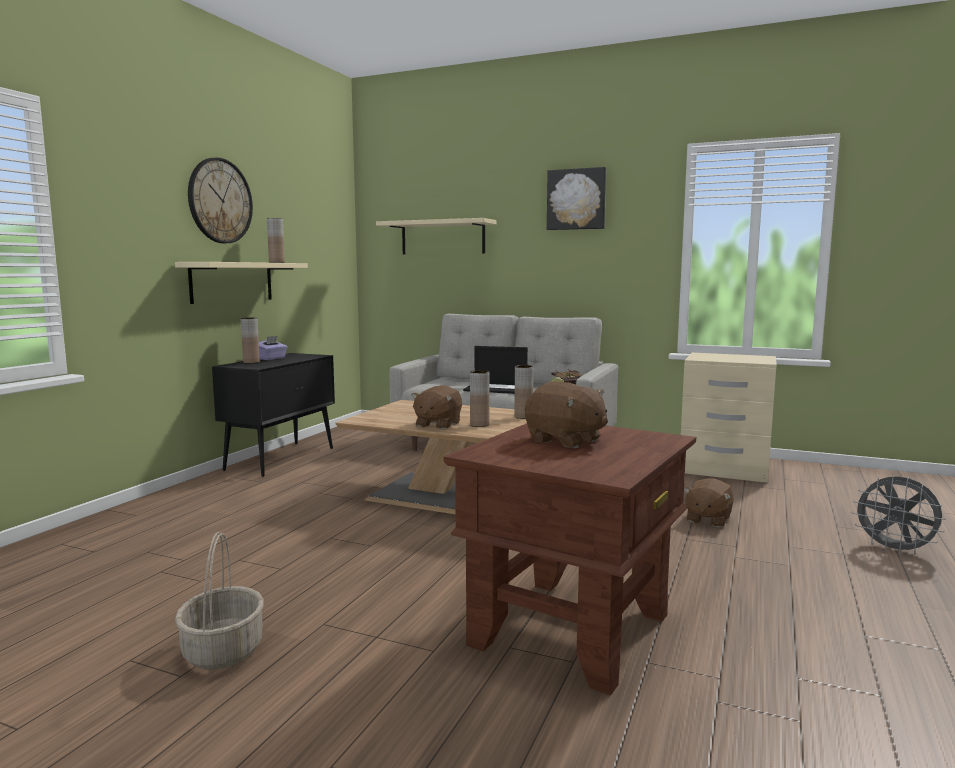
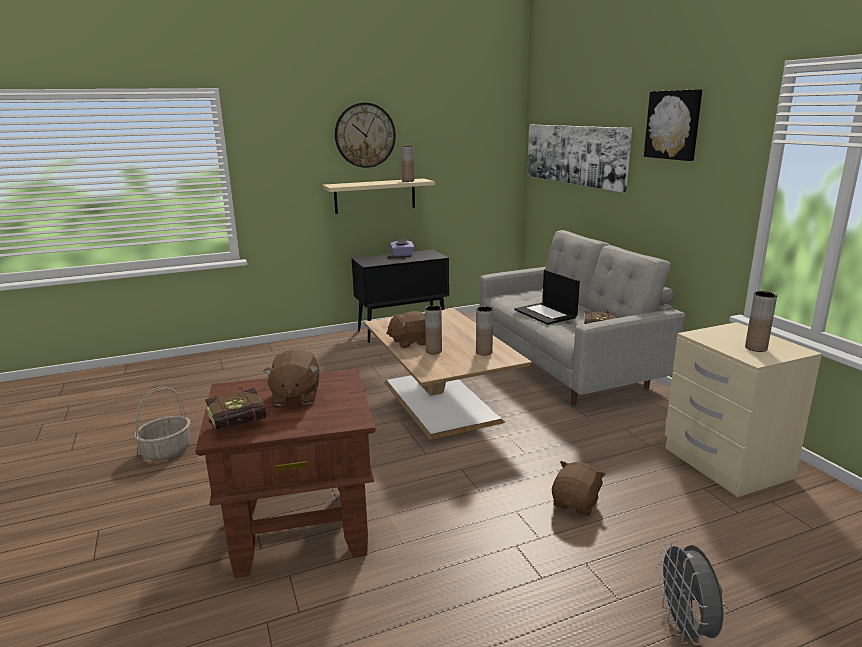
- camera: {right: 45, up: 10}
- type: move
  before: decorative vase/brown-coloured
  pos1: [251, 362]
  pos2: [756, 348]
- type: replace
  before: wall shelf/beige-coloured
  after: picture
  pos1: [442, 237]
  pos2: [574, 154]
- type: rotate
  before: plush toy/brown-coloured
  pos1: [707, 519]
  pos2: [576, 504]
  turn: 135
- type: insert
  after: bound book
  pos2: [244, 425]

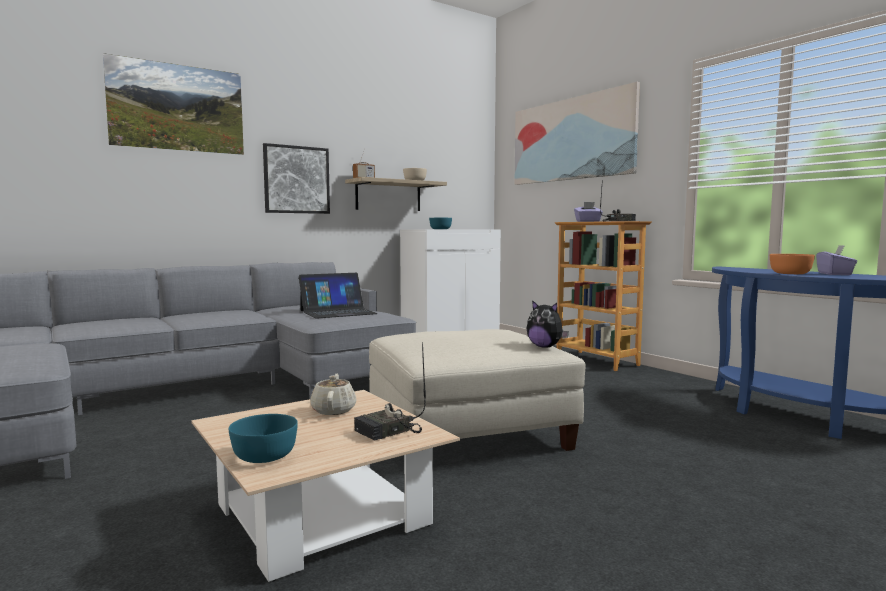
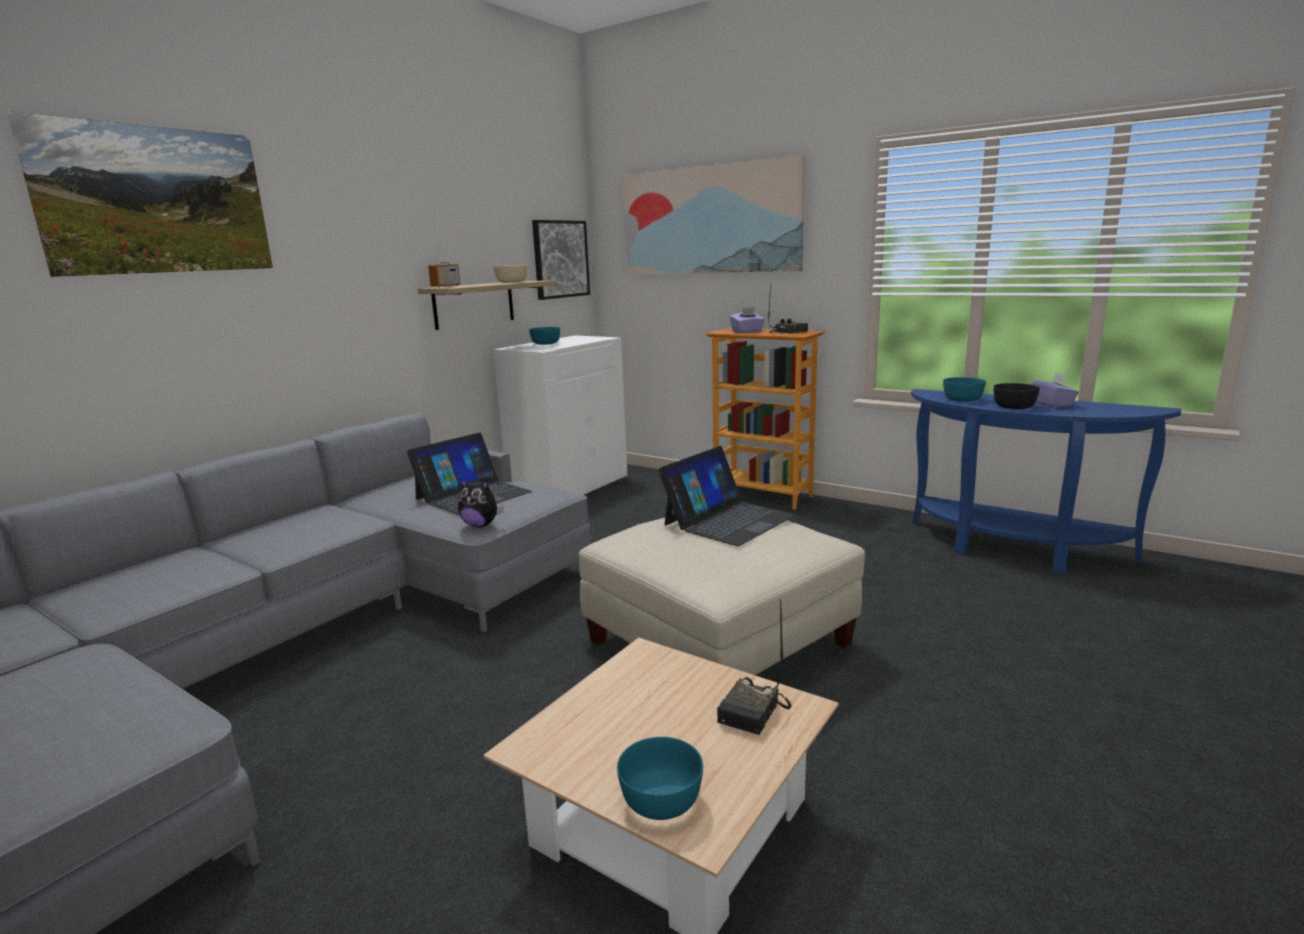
- camera: {right: -20, up: 10}
- type: move
  before: picture
  pos1: [296, 180]
  pos2: [560, 259]
- type: delete
  before: teapot/beige-coloured
  pos1: [334, 410]
- type: move
  before: plush toy
  pos1: [545, 347]
  pos2: [481, 525]
- type: recolor
  before: deep dish/orange
  after: deep dish/blackish
  pos1: [790, 273]
  pos2: [1013, 406]
- type: insert
  after: portable computer
  pos2: [728, 520]
- type: insert
  after: deep dish/turquoise-coloured
  pos2: [963, 399]

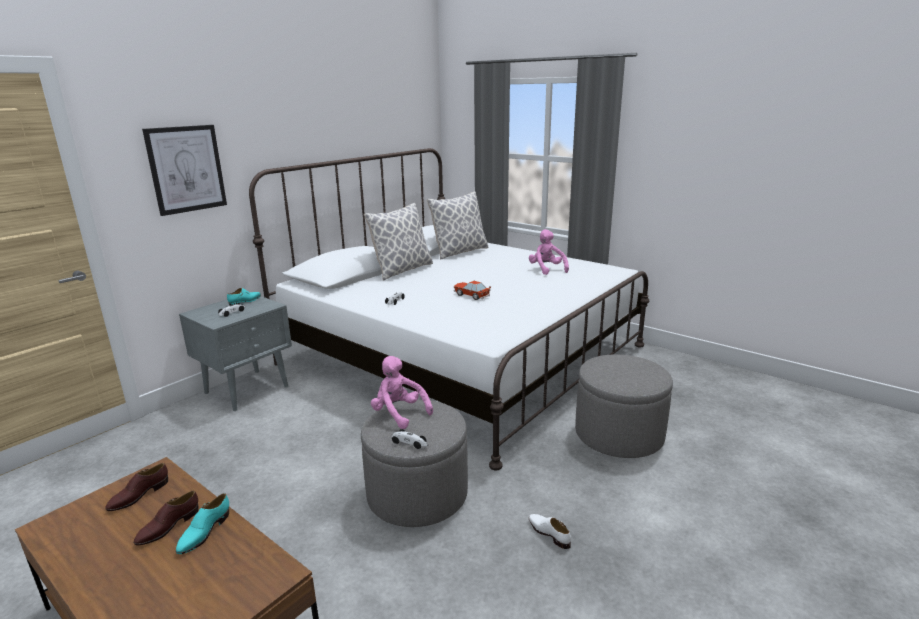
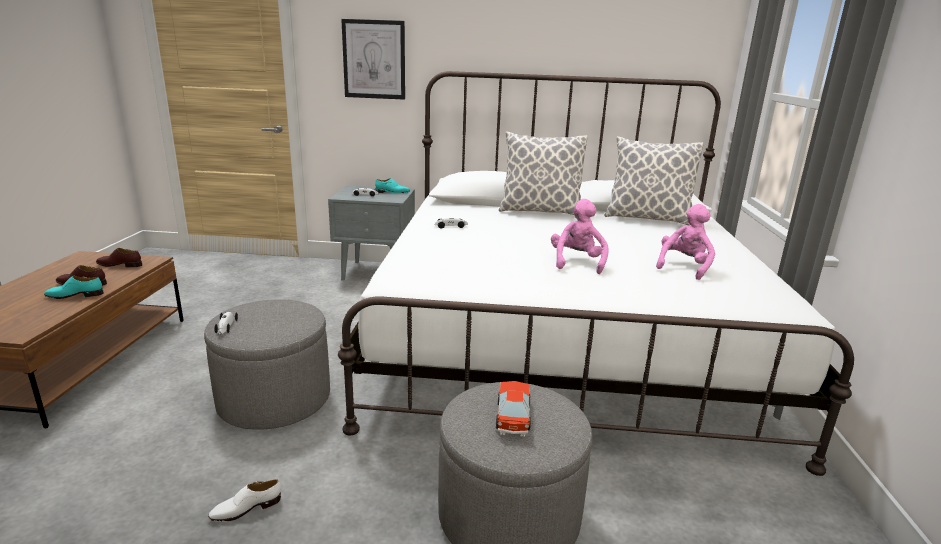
- camera: {right: 55, up: 0}
- type: move
  before: plush toy/pink-coloured
  pos1: [399, 413]
  pos2: [577, 262]
- type: move
  before: miniature car
  pos1: [471, 295]
  pos2: [513, 415]
- type: rotate
  before: item of footwear/white
  pos1: [549, 533]
  pos2: [246, 509]
  turn: -135

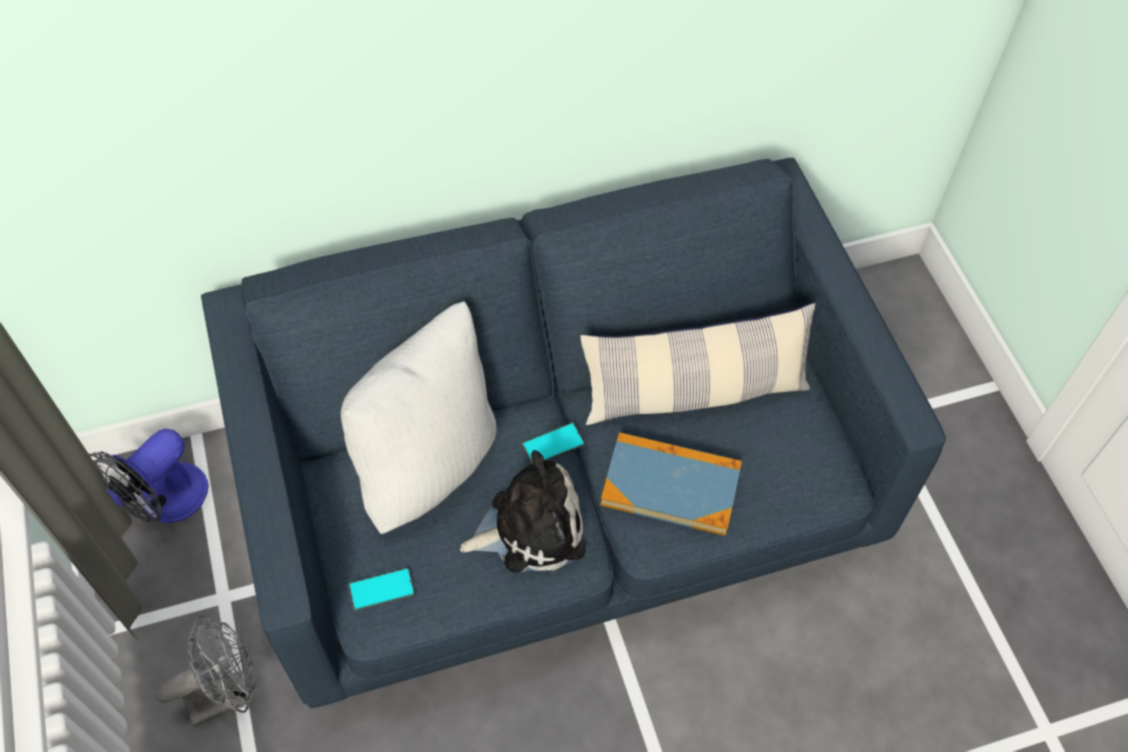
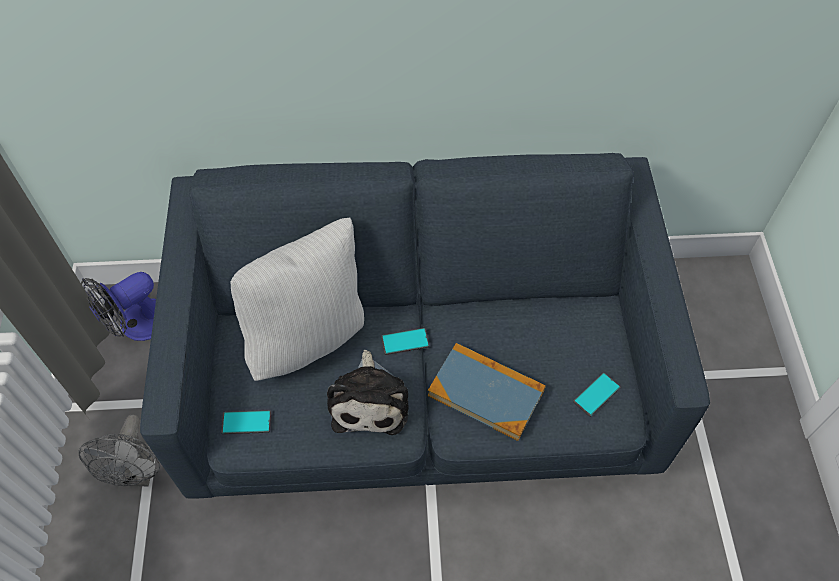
- camera: {right: 15, up: 0}
- type: rotate
  before: electric fan/greyish
  pos1: [227, 694]
  pos2: [140, 473]
  turn: 105
- type: rotate
  before: plush toy
  pos1: [530, 527]
  pos2: [370, 400]
  turn: 90
- type: delete
  before: pillow
  pos1: [694, 393]
- type: insert
  after: handset
  pos2: [596, 395]

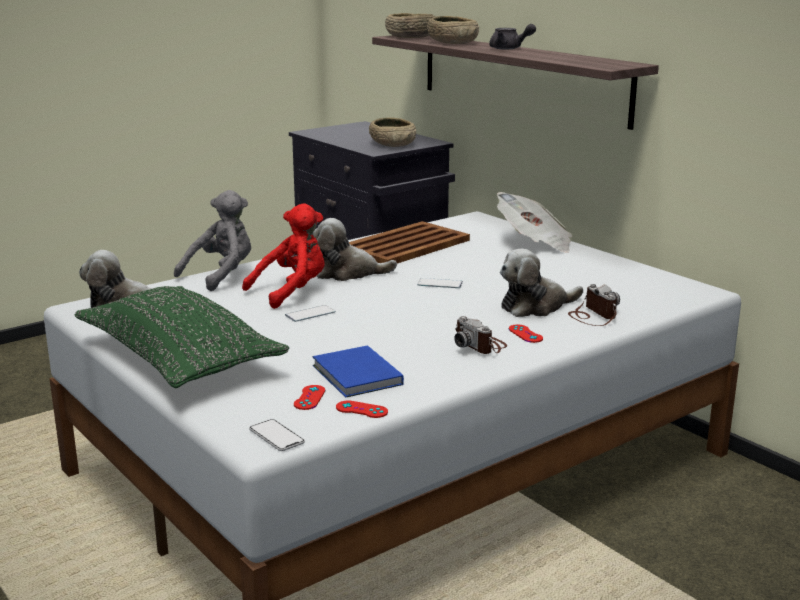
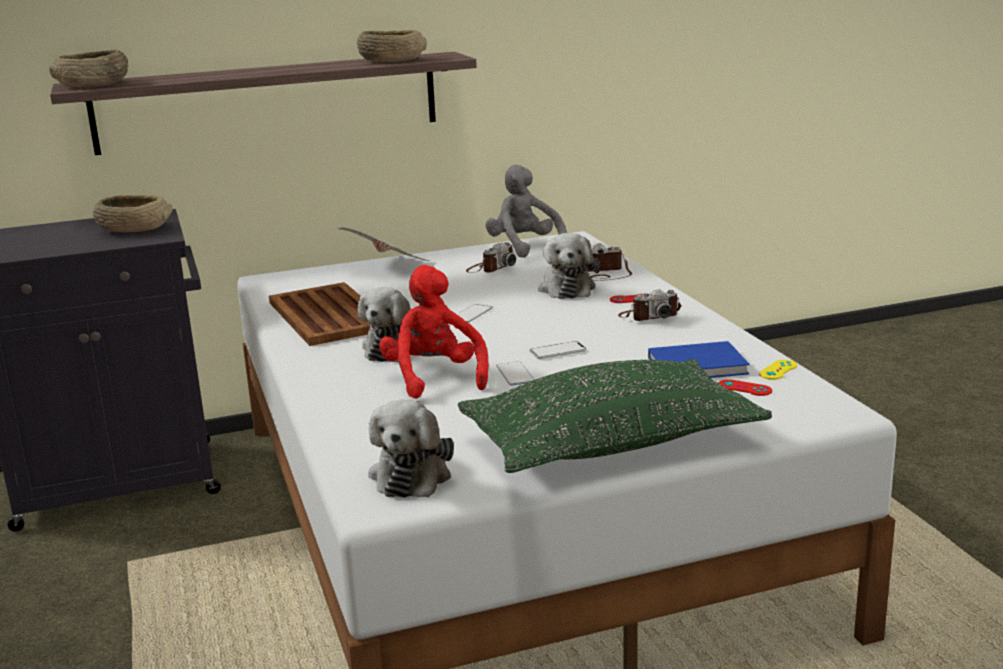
- camera: {right: -70, up: 0}
- type: move
  before: plush toy/greyish
  pos1: [221, 275]
  pos2: [524, 247]
- type: move
  before: handset
  pos1: [276, 436]
  pos2: [558, 351]
- type: recolor
  before: gamepad/reddish
  after: gamepad/yellowish
  pos1: [361, 410]
  pos2: [778, 370]
- type: move
  before: deep dish/beige-coloured
  pos1: [453, 42]
  pos2: [392, 60]
- type: delete
  before: teapot/greyish
  pos1: [509, 48]
- type: insert
  after: still camera
  pos2: [491, 268]

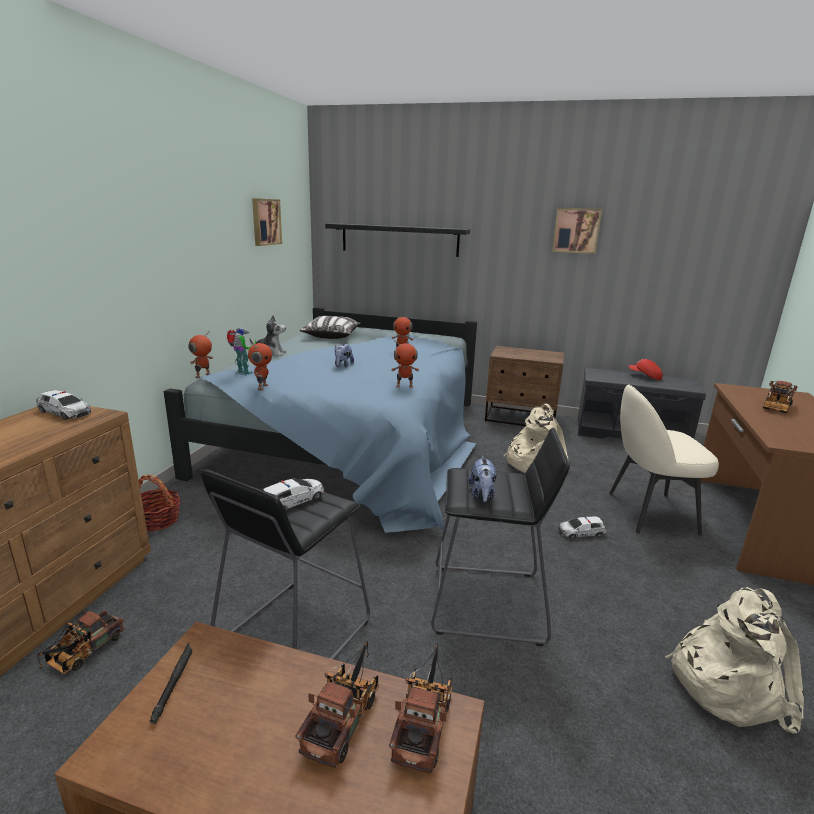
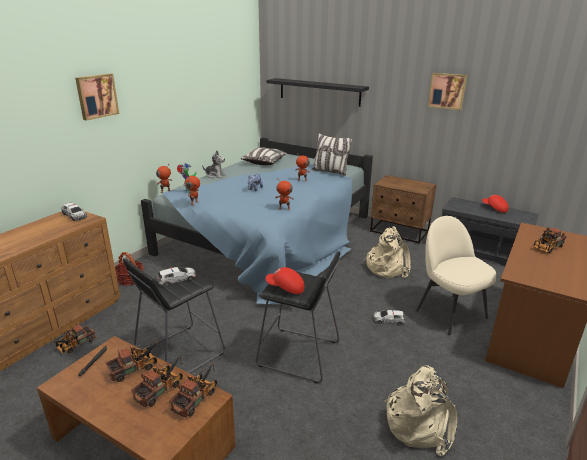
- camera: {right: 15, up: 5}
- type: move
  before: picture
  pos1: [265, 222]
  pos2: [96, 96]
- type: replace
  before: plush toy
  after: peaked cap/reddish
  pos1: [482, 495]
  pos2: [285, 288]
- type: rotate
  before: chair/beige-coloured
  pos1: [649, 512]
  pos2: [449, 313]
  turn: 45
- type: insert
  after: model truck
  pos2: [136, 368]
- type: insert
  after: pillow
  pos2: [330, 172]

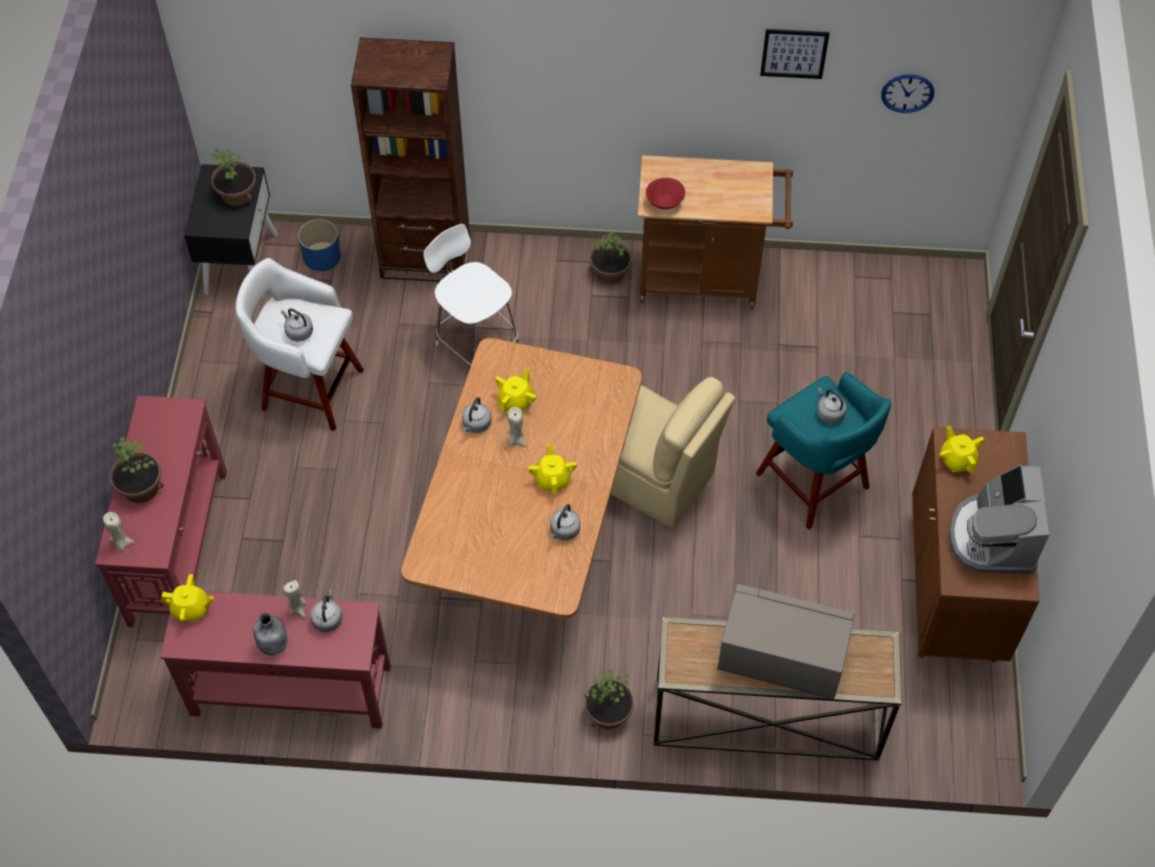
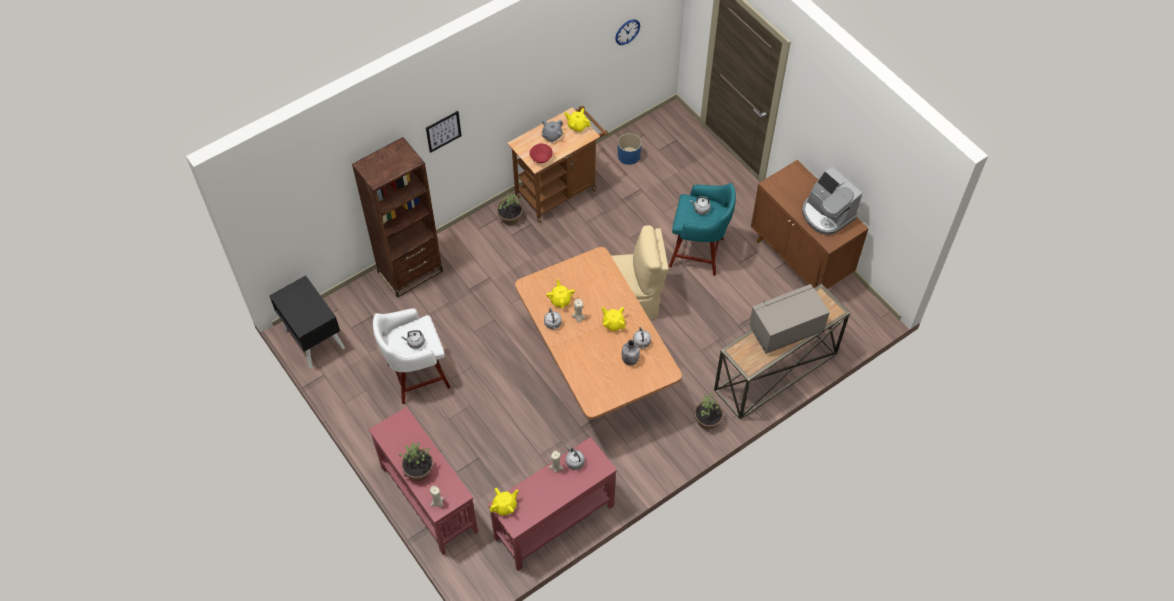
- camera: {right: -40, up: 0}
- type: delete
  before: potted plant
  pos1: [237, 194]
- type: move
  before: drink bottle/greyish
  pos1: [274, 644]
  pos2: [630, 359]
- type: move
  before: flower pot/blue
  pos1: [322, 256]
  pos2: [628, 155]
- type: delete
  before: stool/white
  pos1: [476, 344]
- type: move
  before: picture
  pos1: [794, 53]
  pos2: [443, 131]
- type: move
  before: teapot/yellowish
  pos1: [957, 459]
  pos2: [577, 126]
- type: insert
  after: teapot/greyish
  pos2: [552, 136]

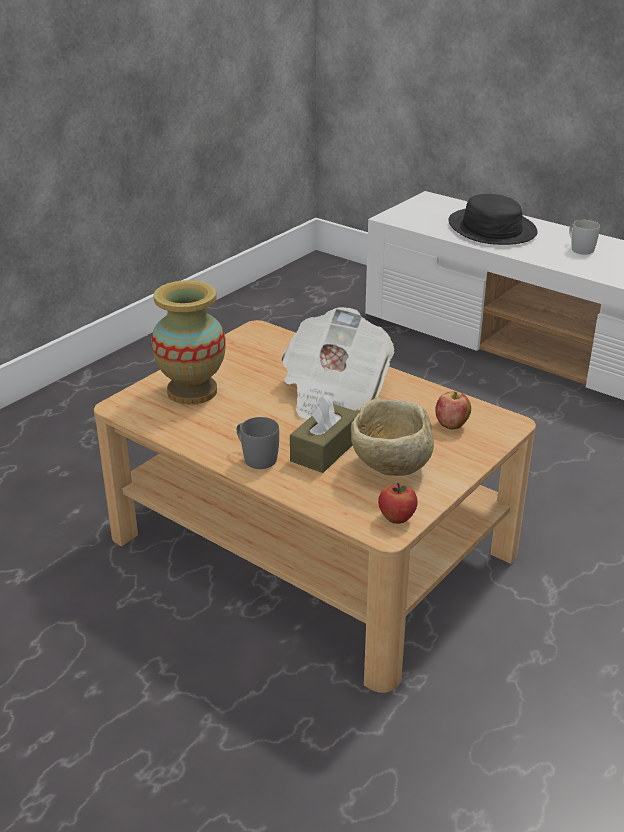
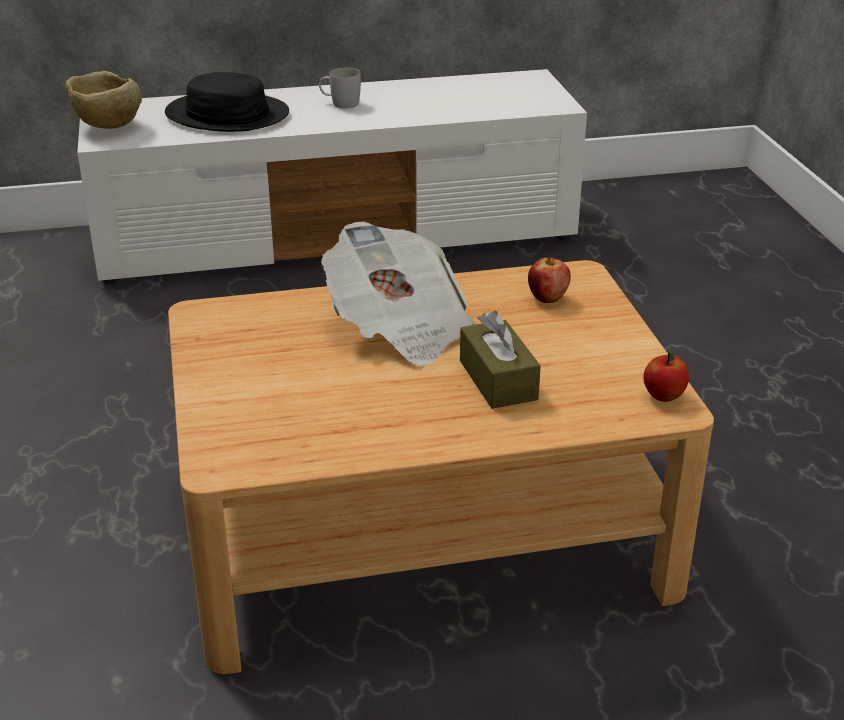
- camera: {right: -50, up: 0}
- type: delete
  before: decorative vase
  pos1: [192, 392]
- type: delete
  before: coffee mug/greyish
  pos1: [255, 457]
- type: move
  before: deep dish/beige-coloured
  pos1: [390, 467]
  pos2: [107, 127]

